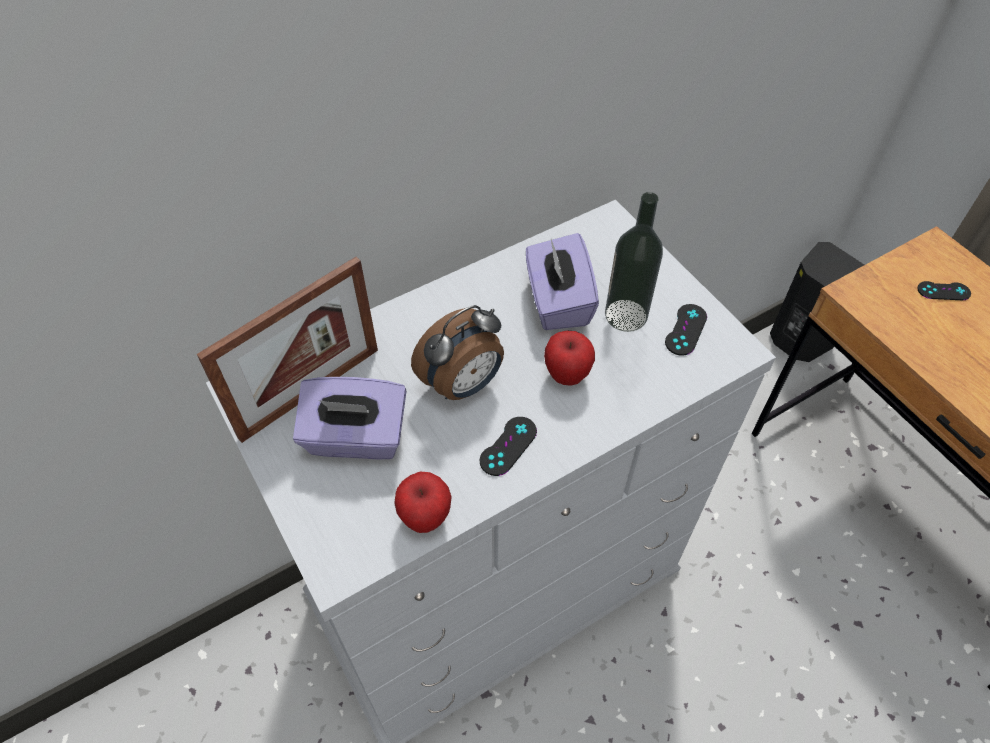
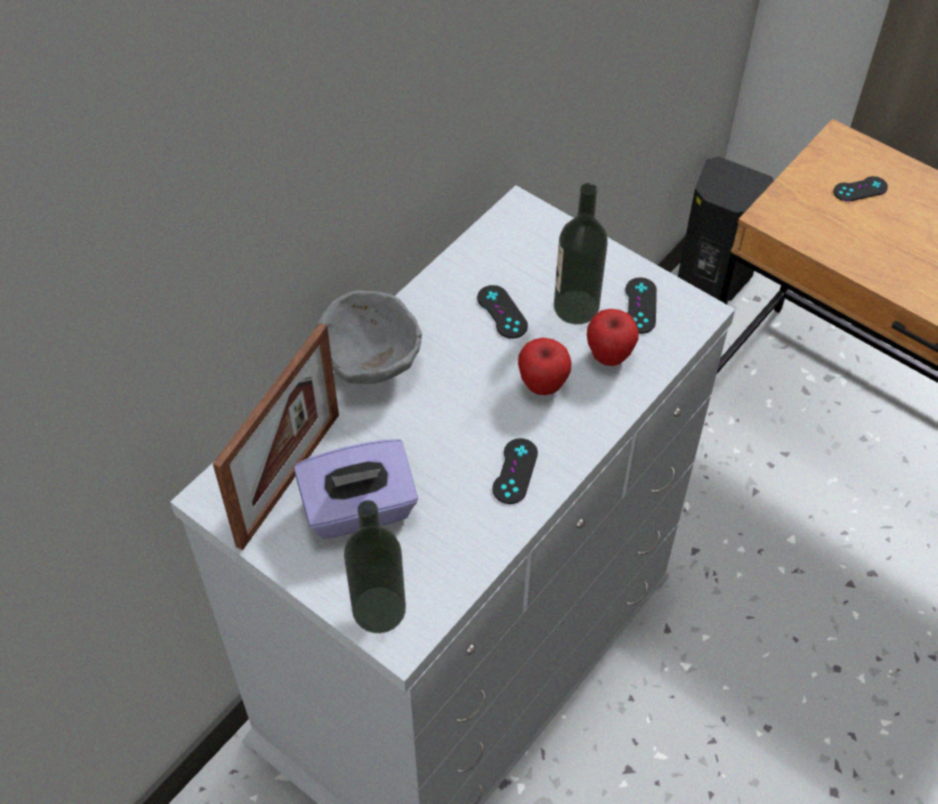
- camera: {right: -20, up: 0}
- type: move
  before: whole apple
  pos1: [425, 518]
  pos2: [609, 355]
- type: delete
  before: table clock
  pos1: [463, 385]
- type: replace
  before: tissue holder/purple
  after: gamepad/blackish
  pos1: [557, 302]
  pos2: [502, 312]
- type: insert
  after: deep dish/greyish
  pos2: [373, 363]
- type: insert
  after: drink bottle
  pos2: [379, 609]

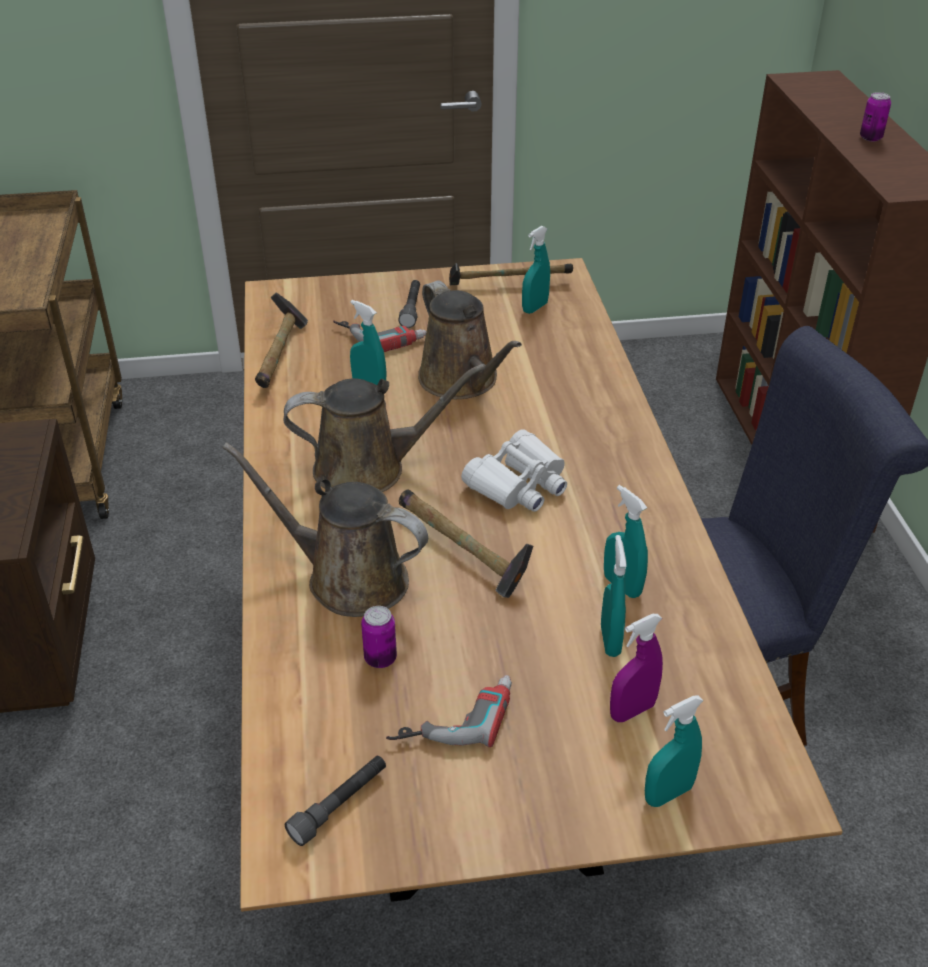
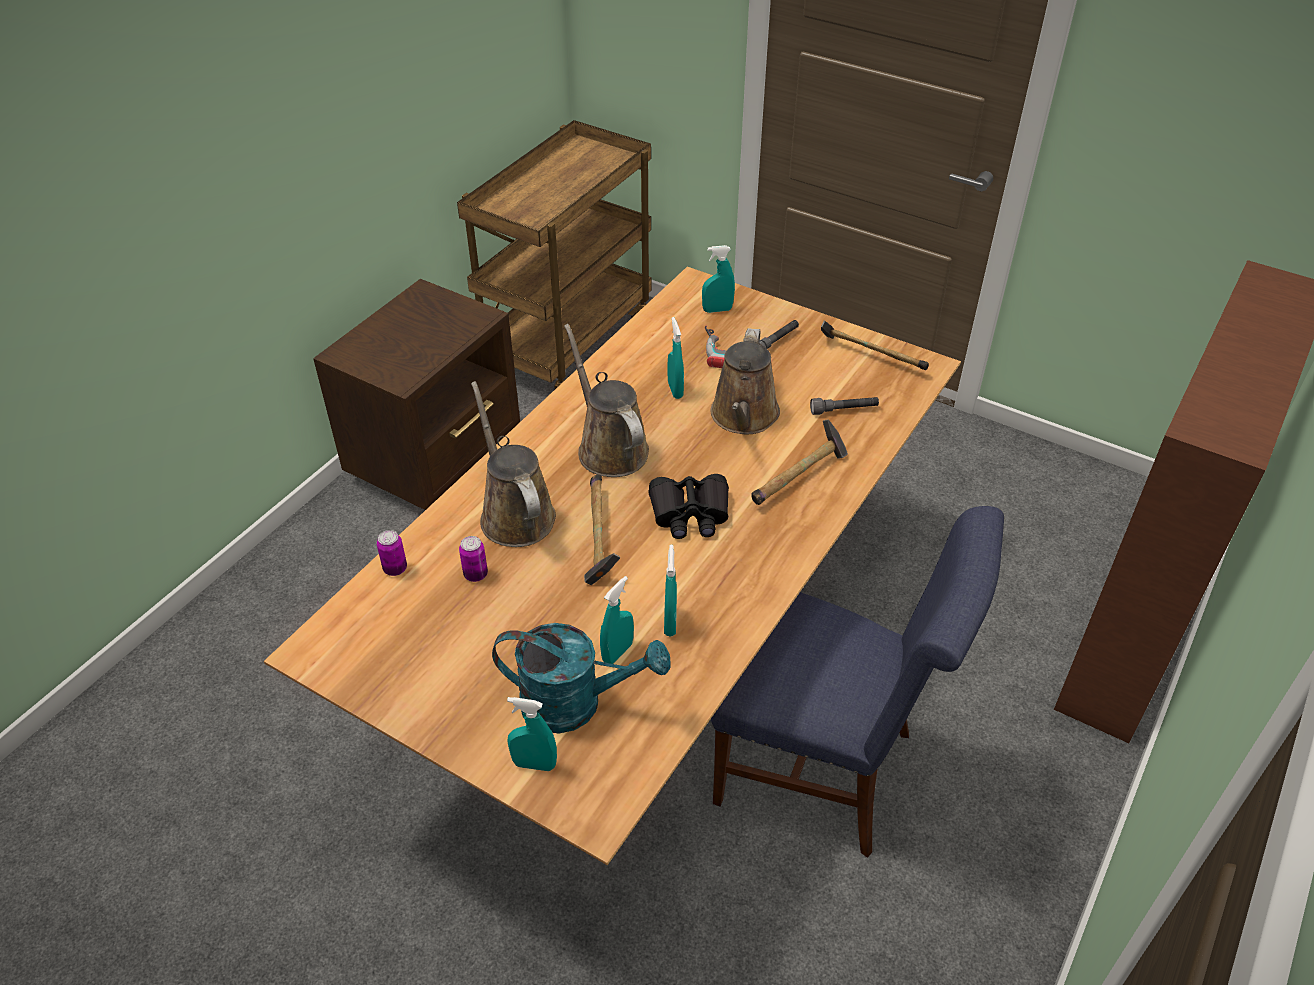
- camera: {right: 40, up: 5}
- type: move
  before: tool hammer
  pos1: [280, 356]
  pos2: [799, 477]
- type: rotate
  before: watering can/brown-coloured
  pos1: [369, 468]
  pos2: [609, 447]
  turn: -150
- type: move
  before: hand torch/greyish
  pos1: [339, 805]
  pos2: [844, 410]
- type: delete
  before: electric drill
  pos1: [453, 714]
- type: recolor
  before: field glasses/white
  after: field glasses/blackish
  pos1: [519, 484]
  pos2: [690, 514]
- type: move
  before: spray bottle/turquoise-coloured
  pos1: [535, 308]
  pos2: [717, 310]
- type: replace
  before: spray bottle/purple
  after: watering can/turquoise-coloured
  pos1: [632, 711]
  pos2: [576, 703]
- type: move
  before: metal can
  pos1: [870, 138]
  pos2: [395, 569]

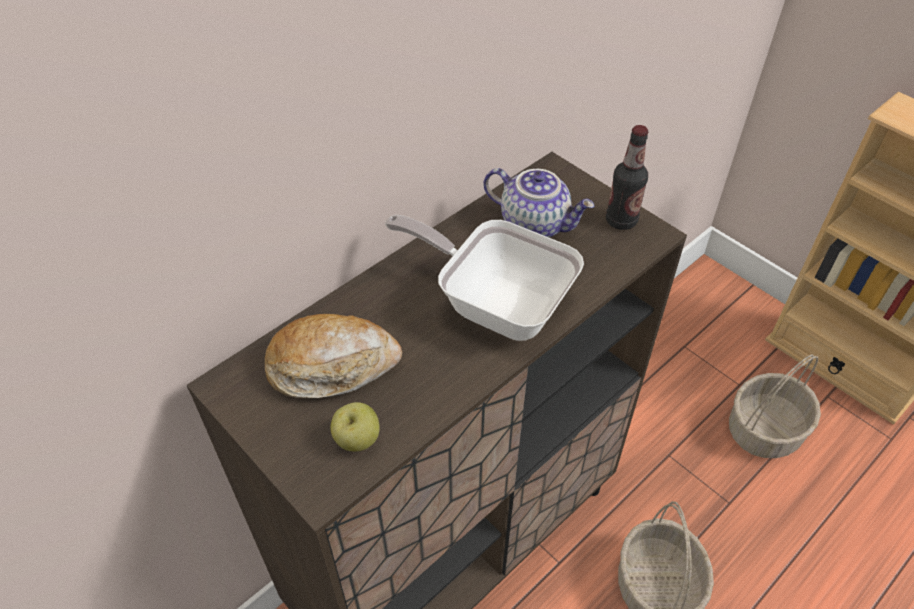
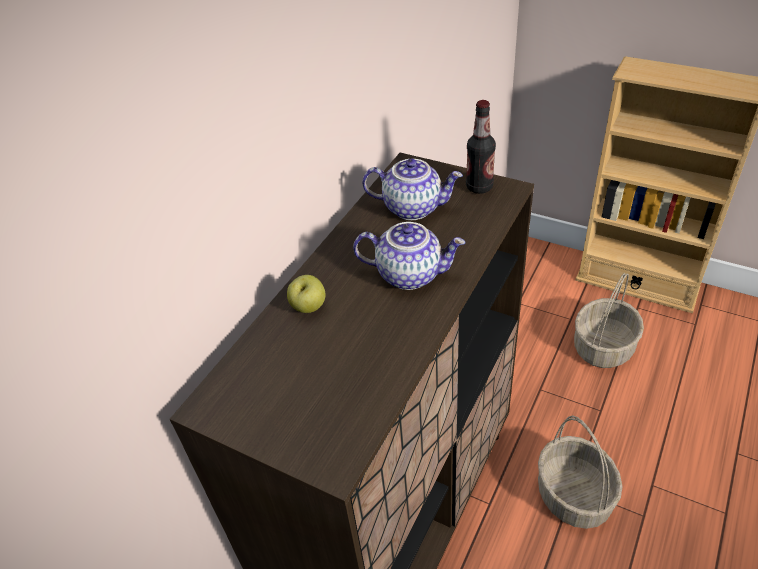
- camera: {right: -15, up: -5}
- type: delete
  before: bakery bread
  pos1: [332, 366]
- type: move
  before: whole apple
  pos1: [357, 440]
  pos2: [309, 307]
- type: replace
  before: skillet
  after: teapot
  pos1: [495, 303]
  pos2: [410, 274]

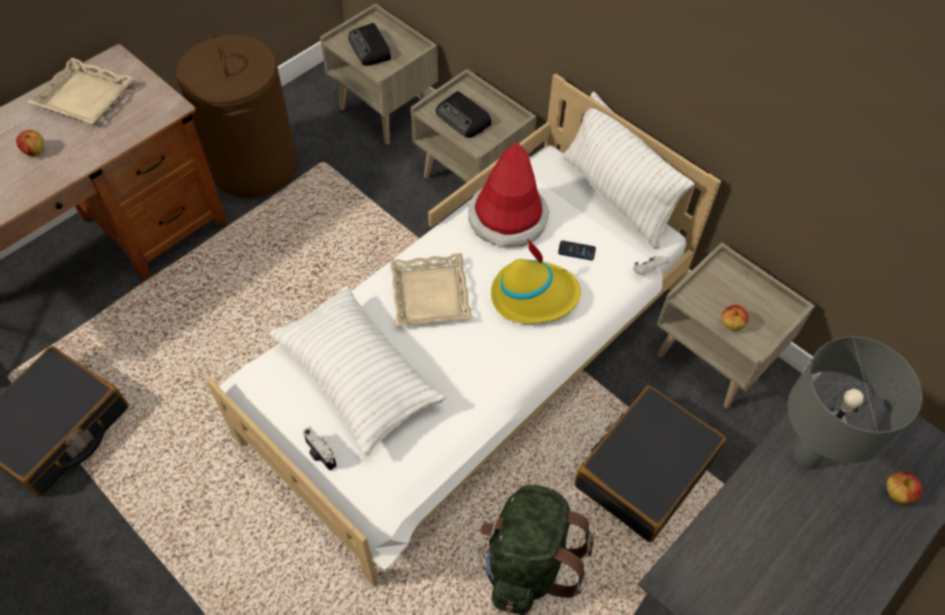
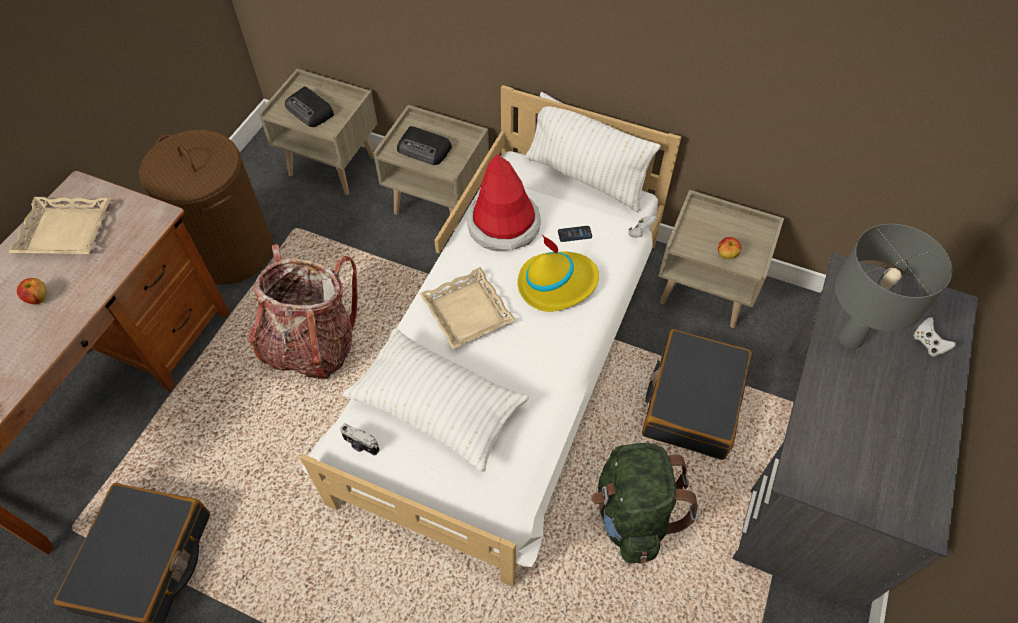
- camera: {right: -20, up: 0}
- type: move
  before: still camera
  pos1: [320, 454]
  pos2: [360, 445]
- type: replace
  before: whole apple
  after: gamepad/white
  pos1: [897, 493]
  pos2: [928, 344]
- type: insert
  after: rucksack
  pos2: [311, 345]

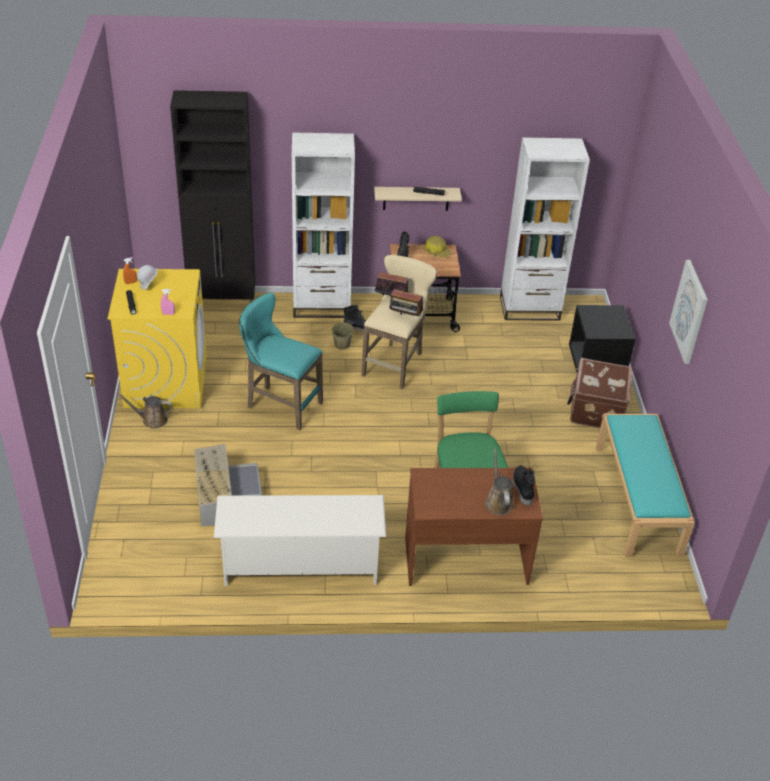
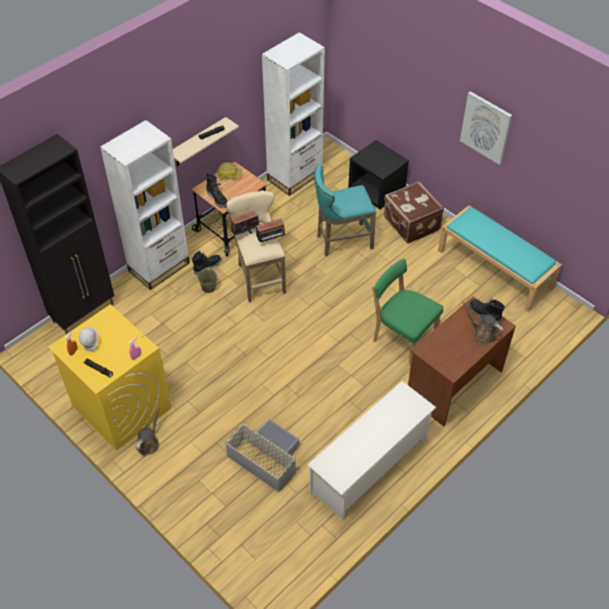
- camera: {right: -40, up: 10}
- type: rotate
  before: watering can/brown-coloured
  pos1: [152, 420]
  pos2: [149, 443]
  turn: 150
- type: move
  before: stool/turquoise-coloured
  pos1: [280, 405]
  pos2: [341, 241]

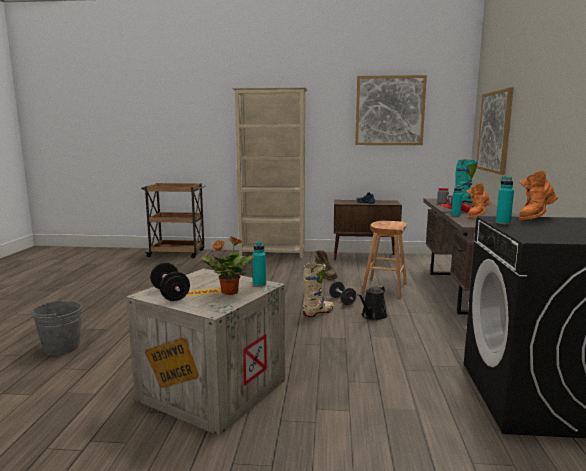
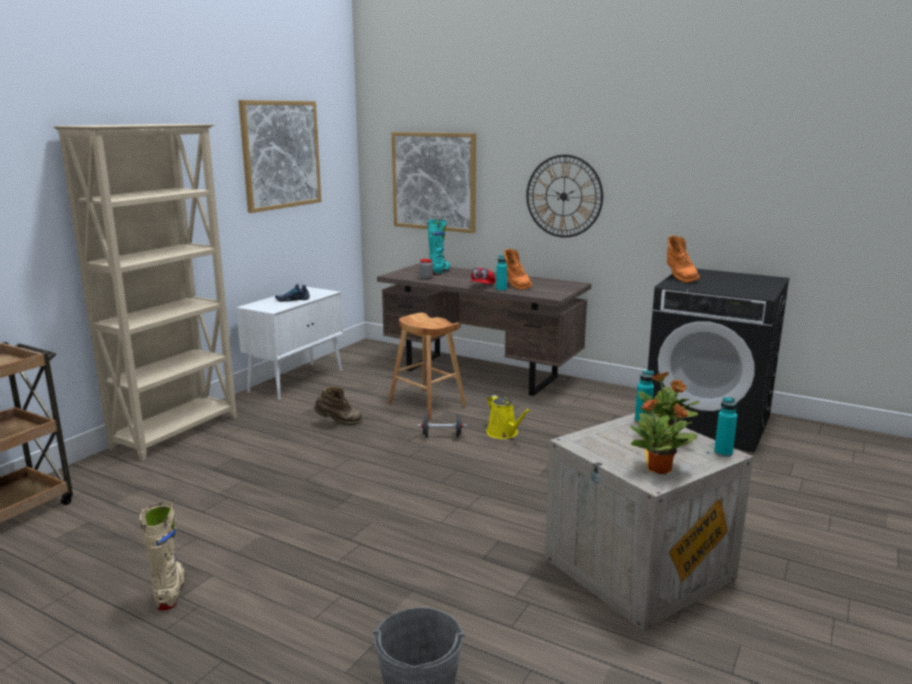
- camera: {right: -65, up: 5}
- type: replace
  before: free weight/blackish
  after: potted plant
  pos1: [170, 294]
  pos2: [660, 469]
- type: move
  before: boot/beige-coloured
  pos1: [318, 313]
  pos2: [170, 591]
- type: recolor
  before: storage cabinet/brown-coloured
  after: storage cabinet/white
  pos1: [365, 257]
  pos2: [297, 381]
- type: recolor
  before: watering can/blackish
  after: watering can/yellowish
  pos1: [372, 316]
  pos2: [504, 433]
- type: move
  before: drink bottle/turquoise-coloured
  pos1: [503, 223]
  pos2: [723, 453]
- type: insert
  after: wall clock
  pos2: [563, 196]

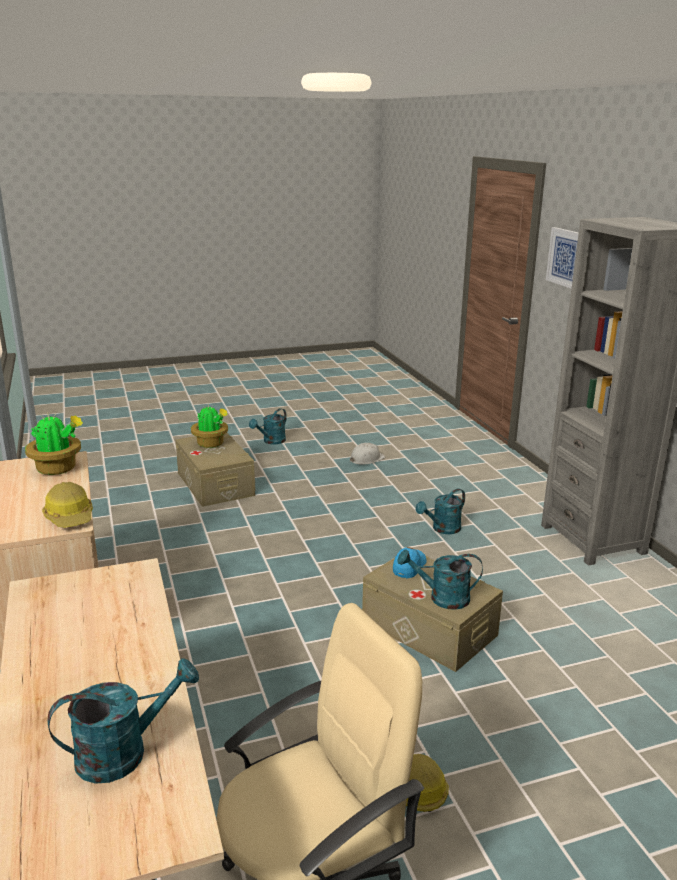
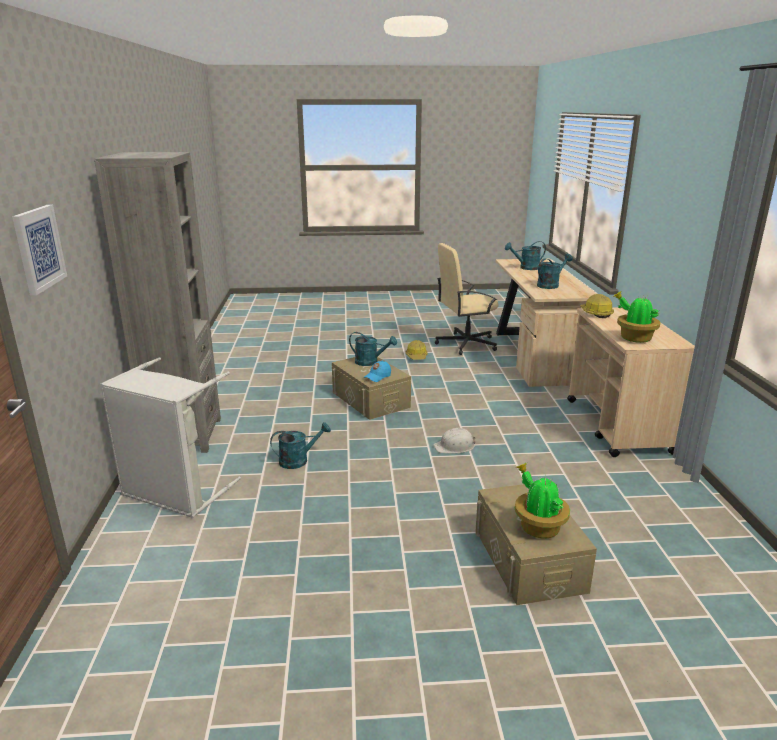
- camera: {right: -165, up: 0}
- type: move
  before: watering can/turquoise-coloured
  pos1: [271, 441]
  pos2: [550, 285]
- type: move
  before: hard hat/white
  pos1: [366, 459]
  pos2: [455, 446]
- type: insert
  after: hamper/greyish
  pos2: [174, 494]

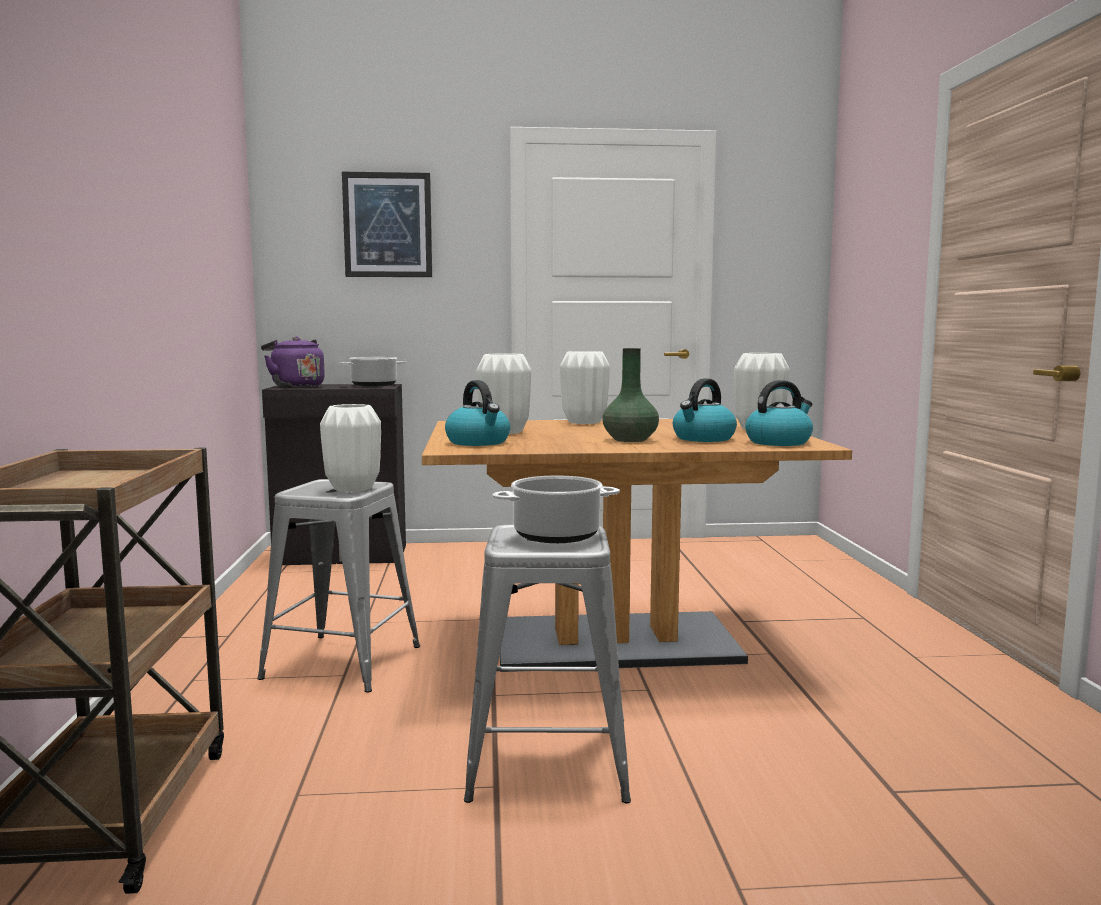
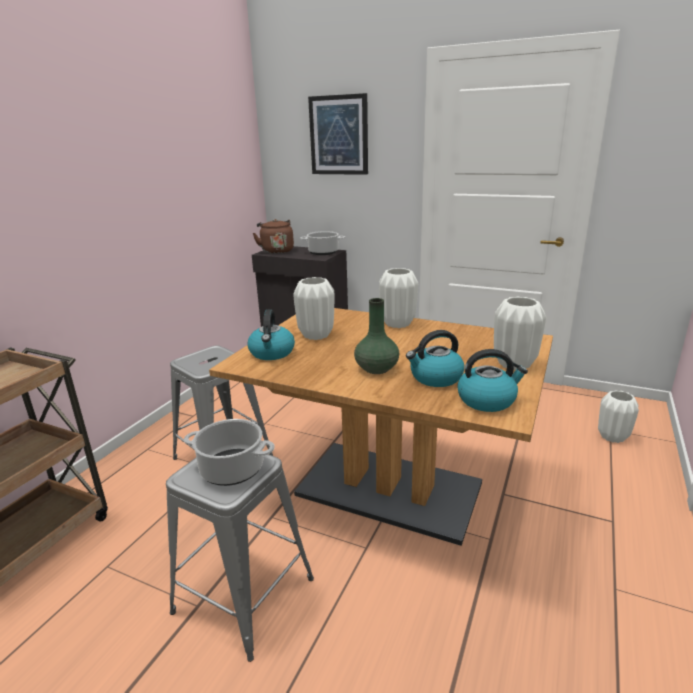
- camera: {right: 30, up: 15}
- type: recolor
  before: tea kettle/purple
  after: tea kettle/brown-coloured
  pos1: [295, 386]
  pos2: [276, 251]
- type: move
  before: decorative vase/white
  pos1: [353, 488]
  pos2: [612, 437]

